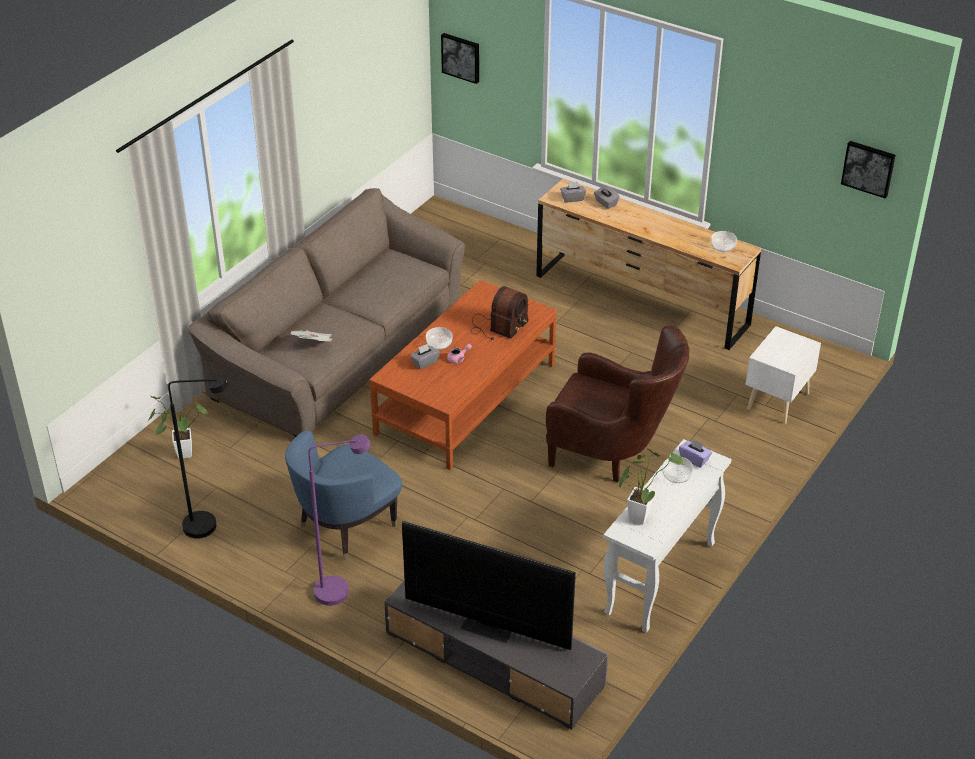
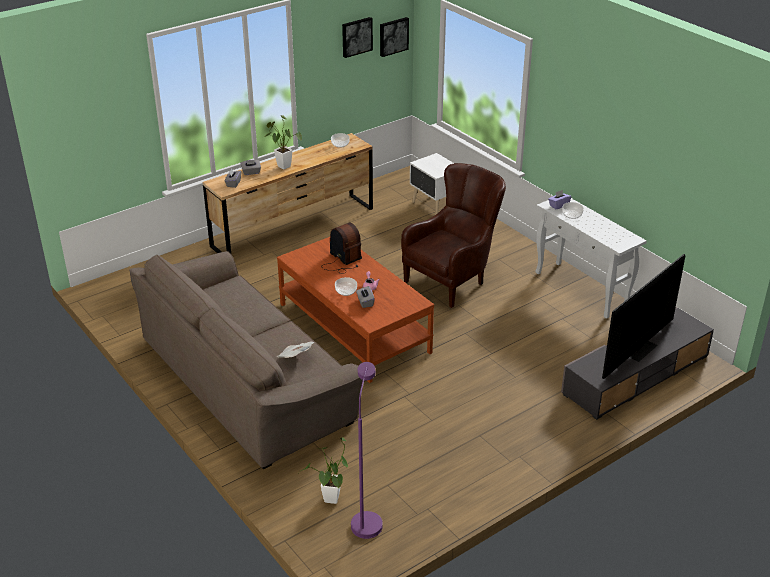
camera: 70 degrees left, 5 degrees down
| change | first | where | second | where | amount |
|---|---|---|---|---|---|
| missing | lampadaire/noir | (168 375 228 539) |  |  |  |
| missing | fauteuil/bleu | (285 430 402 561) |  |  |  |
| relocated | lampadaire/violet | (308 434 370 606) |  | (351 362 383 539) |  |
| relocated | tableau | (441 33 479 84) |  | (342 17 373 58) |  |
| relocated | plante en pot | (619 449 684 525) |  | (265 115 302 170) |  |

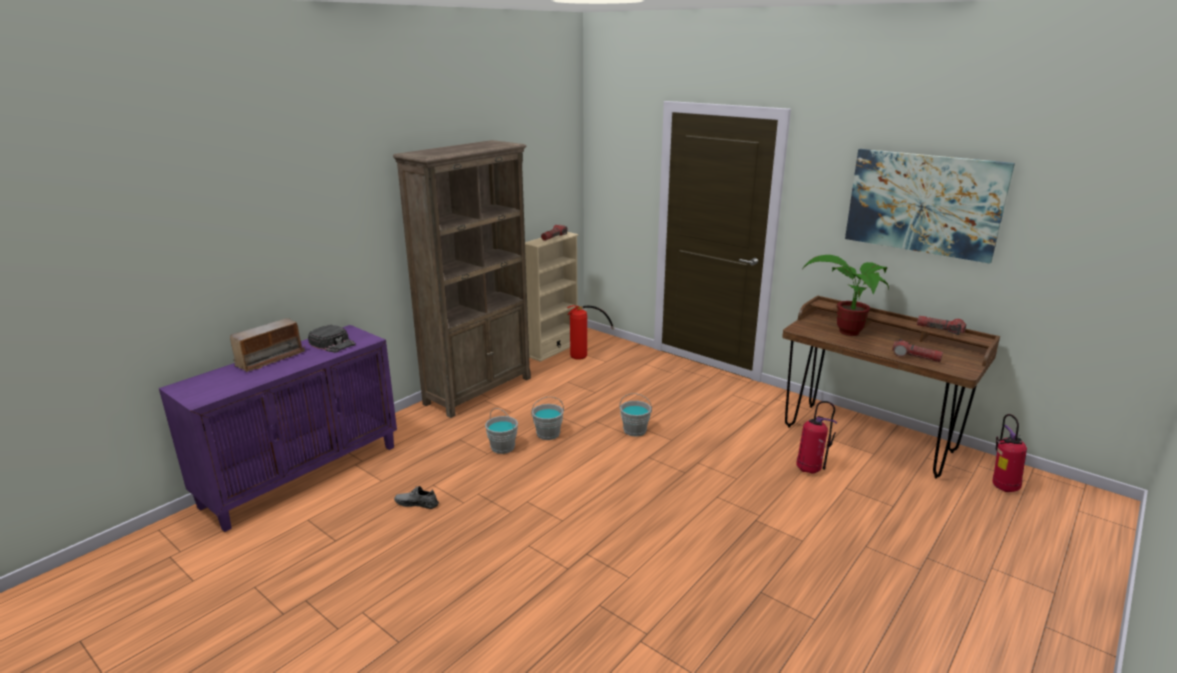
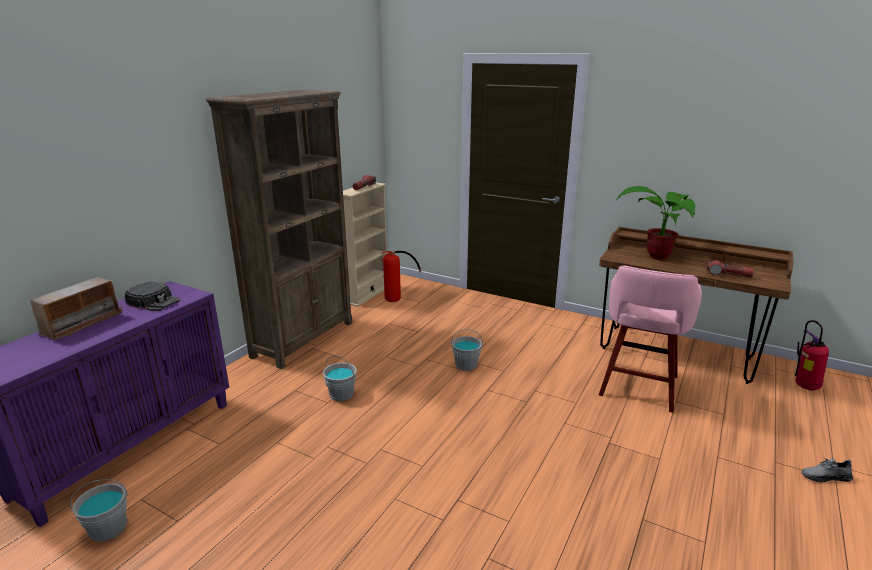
camera: 10 degrees left, 0 degrees up
| change | first | where | second | where | amount |
|---|---|---|---|---|---|
| relocated | chaussure/gris | (394 486 439 509) |  | (801 458 853 482) |  |
| relocated | seau/gris | (531 397 564 440) |  | (70 479 128 542) |  |
| exchanged | extincteur | (796 401 837 474) | tabouret/rose | (599 265 702 413) |  |
| missing | tableau | (845 149 1015 264) |  |  |  |
| missing | lampe de poche | (917 316 966 335) |  |  |  |

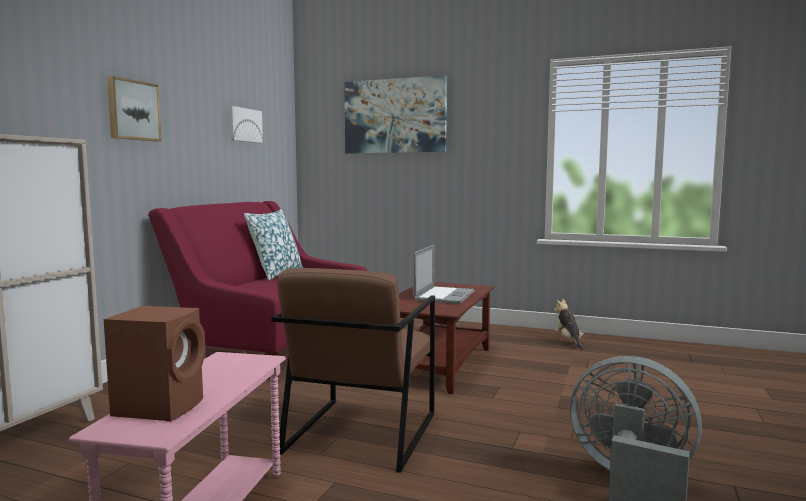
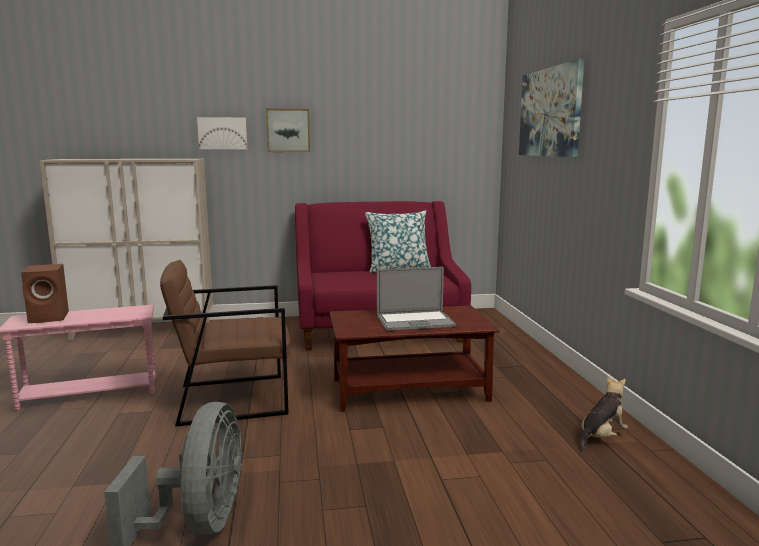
camera: 60 degrees right, 5 degrees up
| change | first | where | second | where | amount |
|---|---|---|---|---|---|
| relocated | tableau | (228 106 263 143) |  | (197 117 247 149) |  |

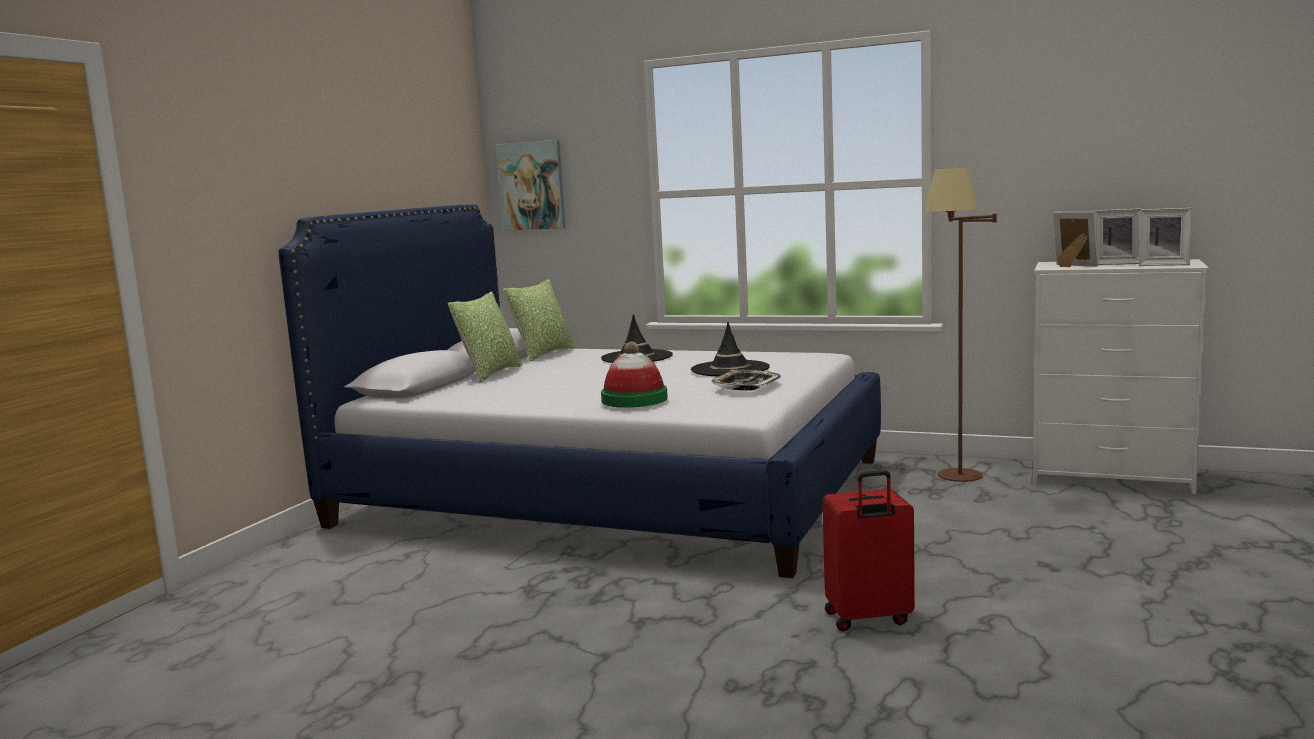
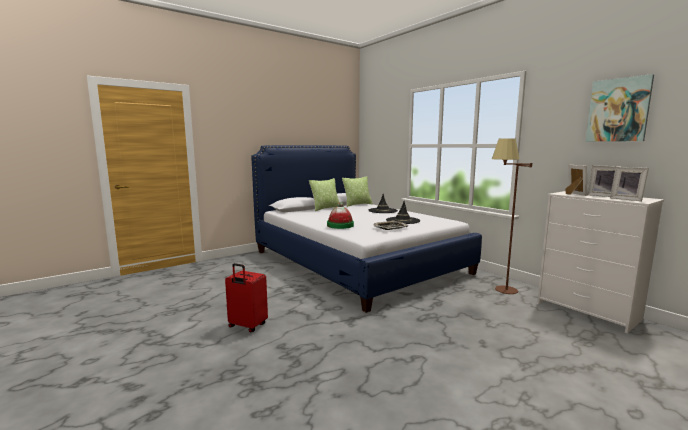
camera: 30 degrees right, 0 degrees up
| change | first | where | second | where | amount |
|---|---|---|---|---|---|
| relocated | tableau | (496 140 565 231) |  | (586 74 654 142) |  |
| relocated | valise/rouge | (822 470 915 631) |  | (225 263 268 333) |  |

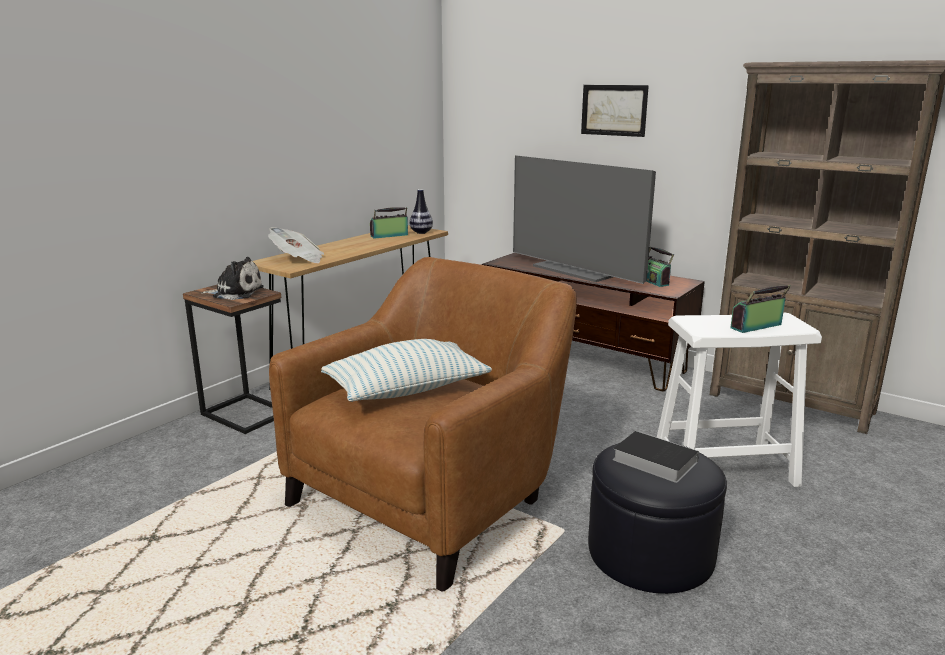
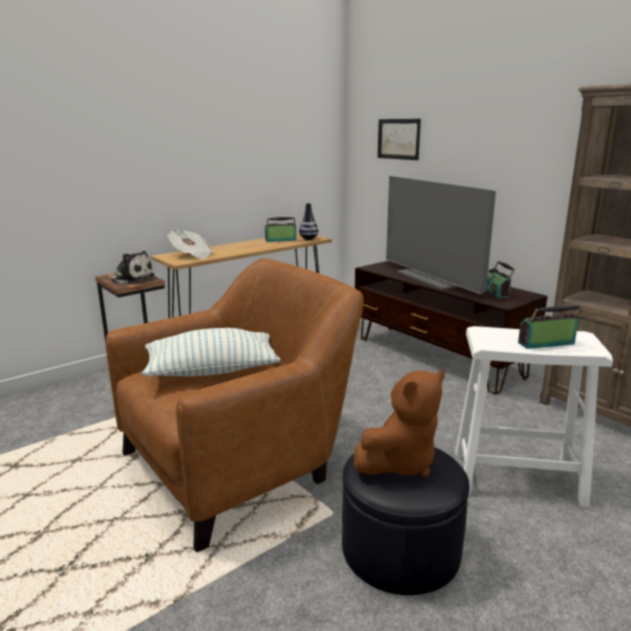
camera: 15 degrees right, 0 degrees up
| change | first | where | second | where | amount |
|---|---|---|---|---|---|
| relocated | tableau | (581 85 649 137) |  | (378 119 421 160) |  |
| exchanged | livre | (613 431 699 483) | peluche/marron | (354 370 445 477) |  |

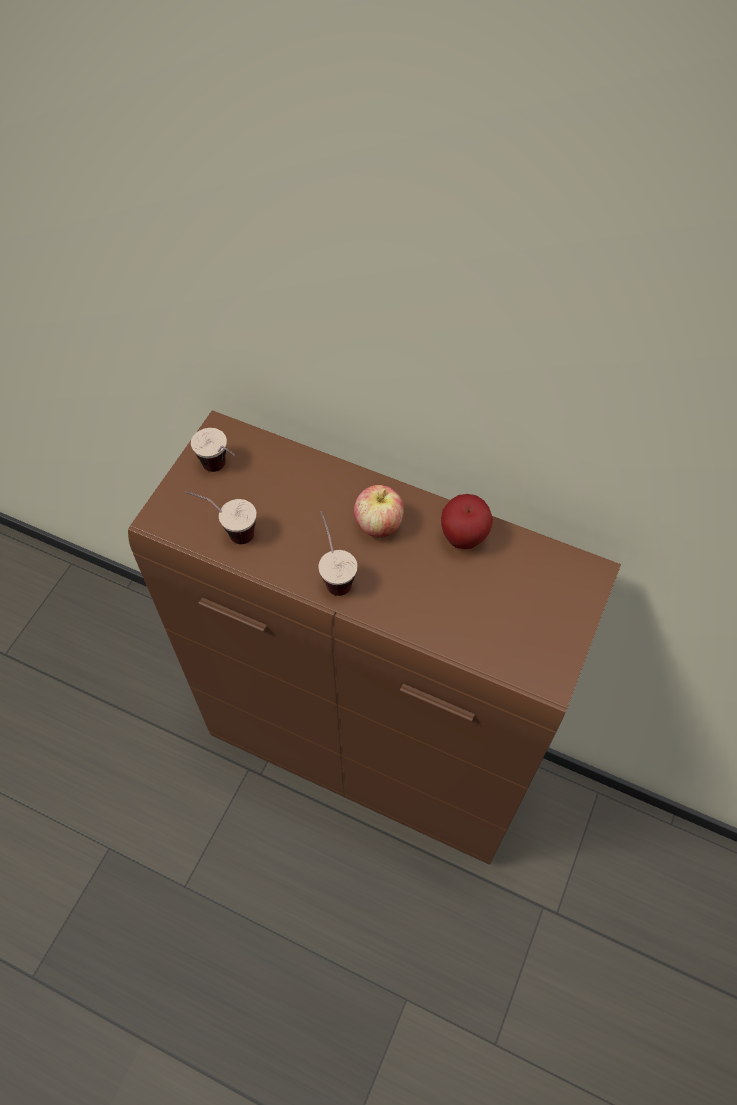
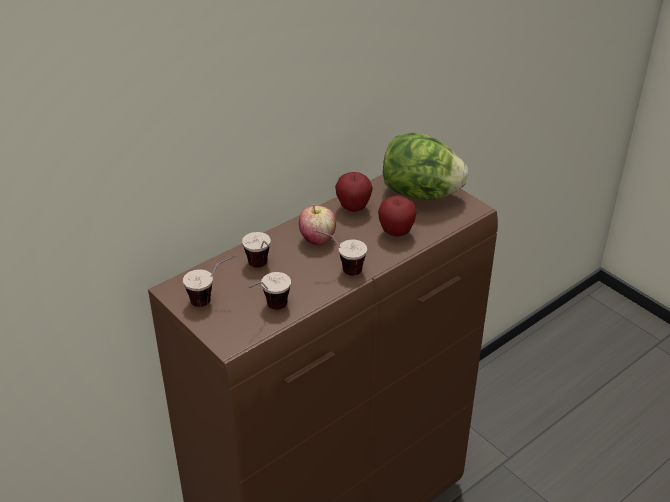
camera: 65 degrees left, 20 degrees down
| change | first | where | second | where | amount |
|---|---|---|---|---|---|
| appeared |  |  | tasse | (242 232 271 268) |  |
| appeared |  |  | pomme | (378 195 417 237) |  |
| appeared |  |  | laitue | (383 133 468 200) |  |

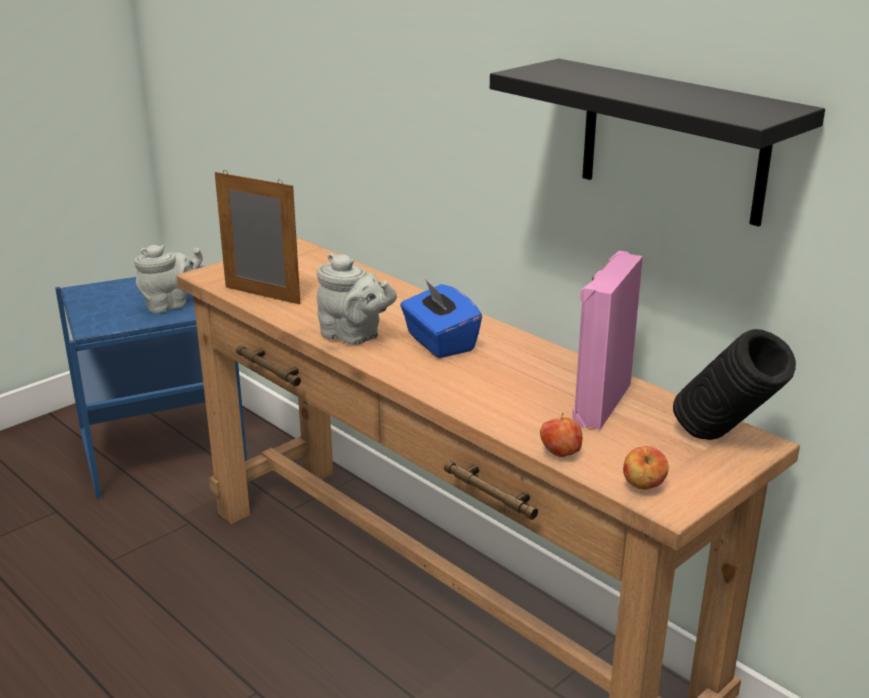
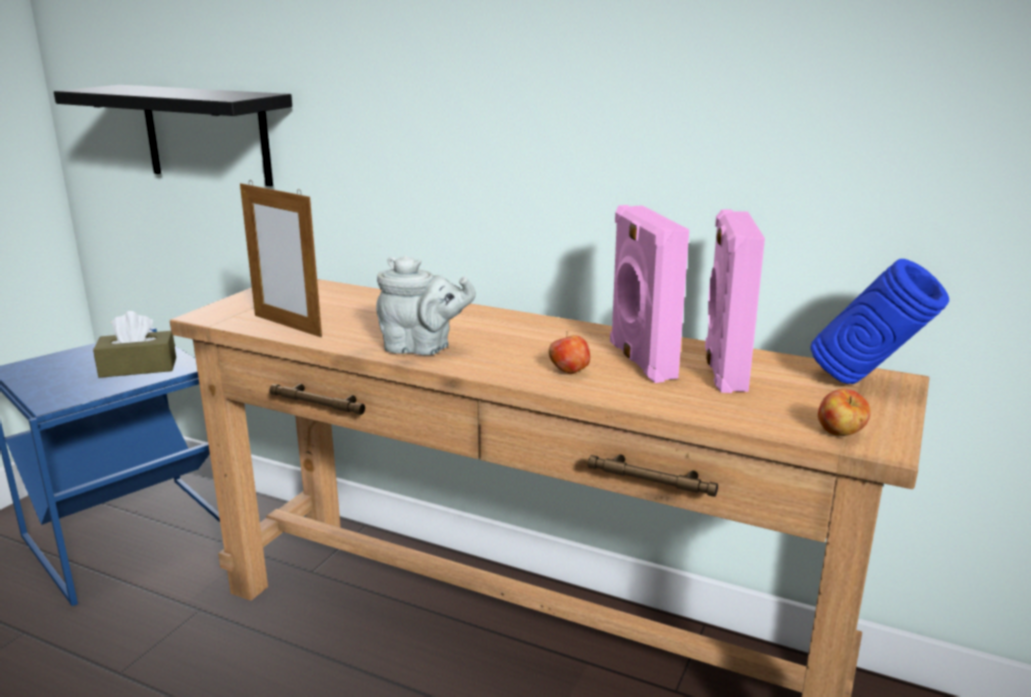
camera: 20 degrees left, 5 degrees down
| change | first | where | second | where | amount |
|---|---|---|---|---|---|
| exchanged | théière/gris | (134 245 203 313) | boîte à mouchoirs/marron | (93 311 176 378) |  |
| spun | cadre photo | (215 170 300 304) |  | (240 180 322 337) | 150 degrees counterclockwise |
| missing | boîte à mouchoirs/bleu | (400 279 482 358) |  |  |  |
| relocated | étagère/noir | (490 58 825 227) |  | (54 85 292 186) |  |
| relocated | pomme | (540 413 582 457) |  | (549 331 590 374) |  |
| colour | vase/noir | (673 329 796 440) | vase/bleu | (811 259 949 384) |  |
| appeared |  |  | enceinte/rose | (610 205 689 383) |  |

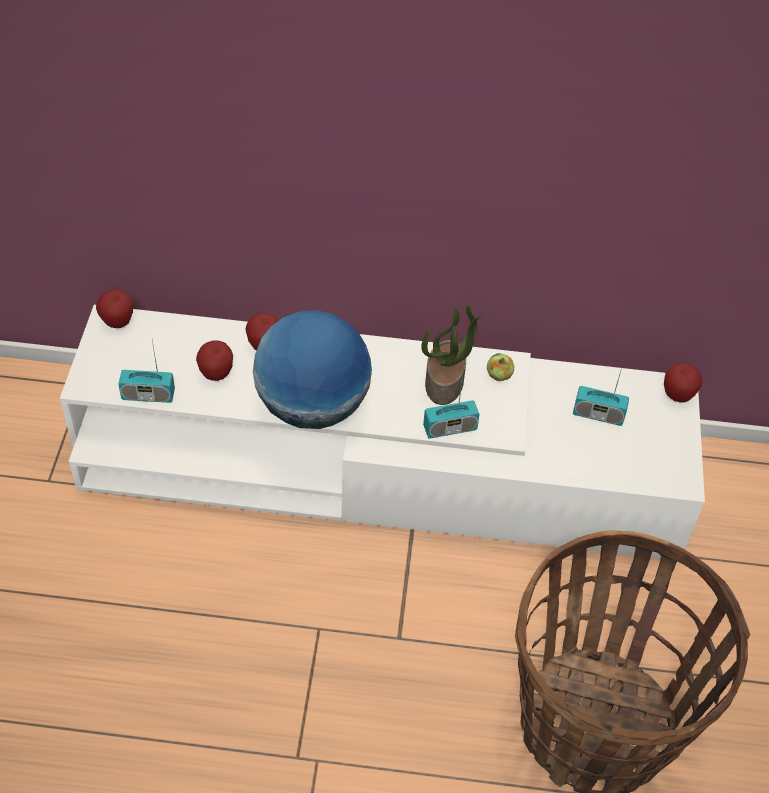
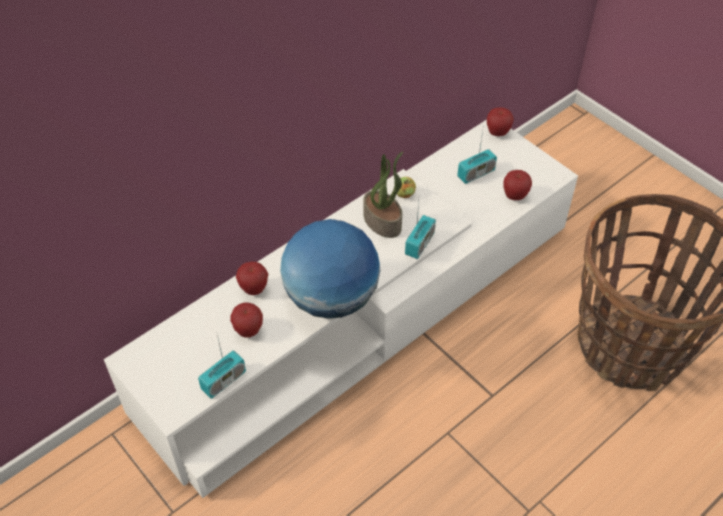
camera: 45 degrees left, 0 degrees up
| change | first | where | second | where | amount |
|---|---|---|---|---|---|
| relocated | pomme | (96 289 133 328) |  | (503 170 532 200) |  |

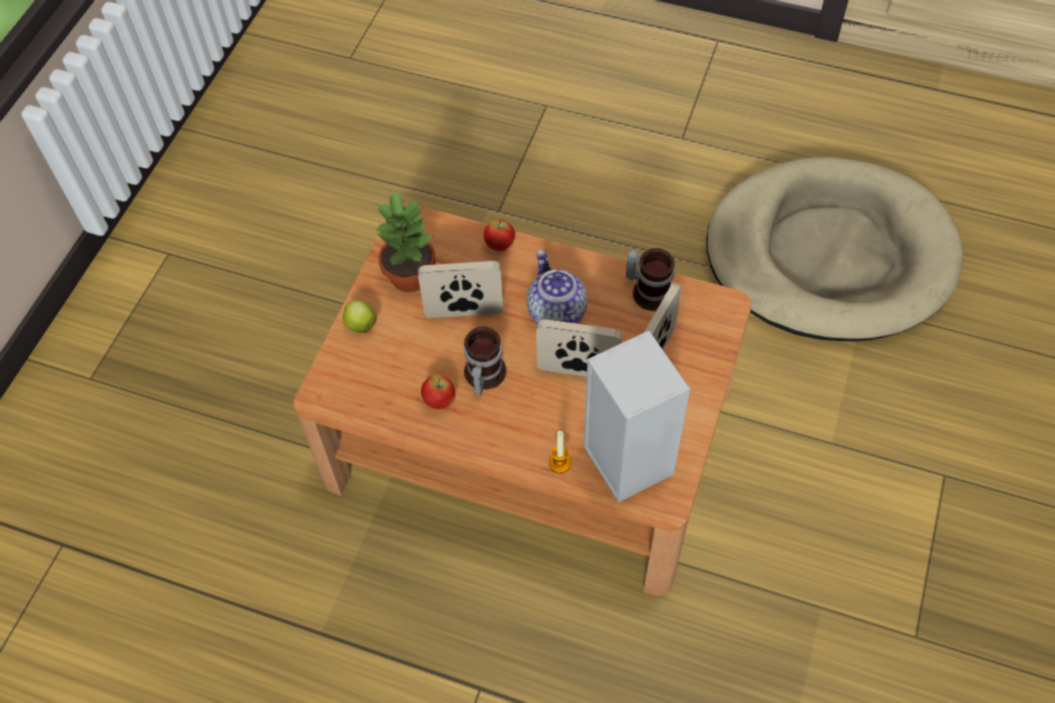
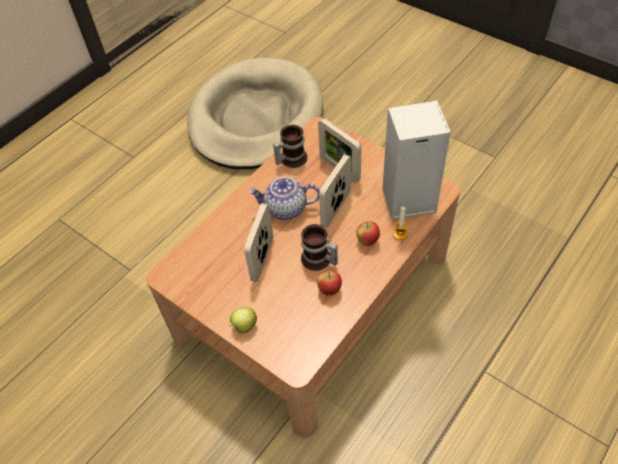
camera: 70 degrees left, 5 degrees down
| change | first | where | second | where | amount |
|---|---|---|---|---|---|
| missing | plante en pot | (375 190 436 292) |  |  |  |
| relocated | pomme | (484 219 515 252) |  | (356 221 380 246) |  |

